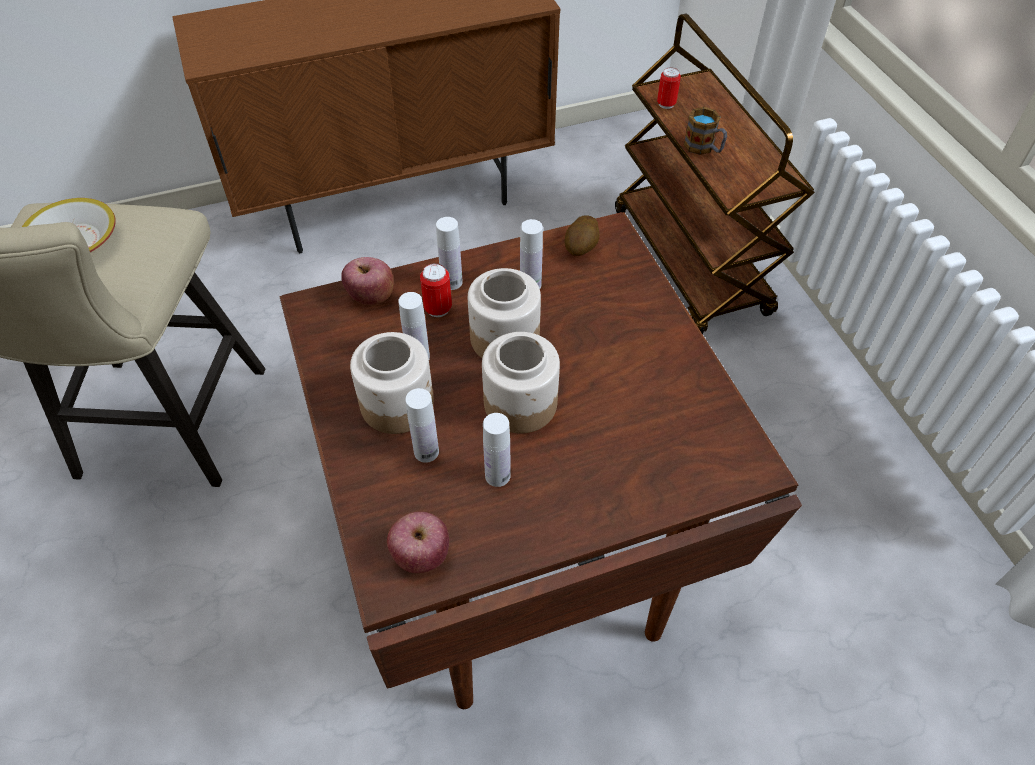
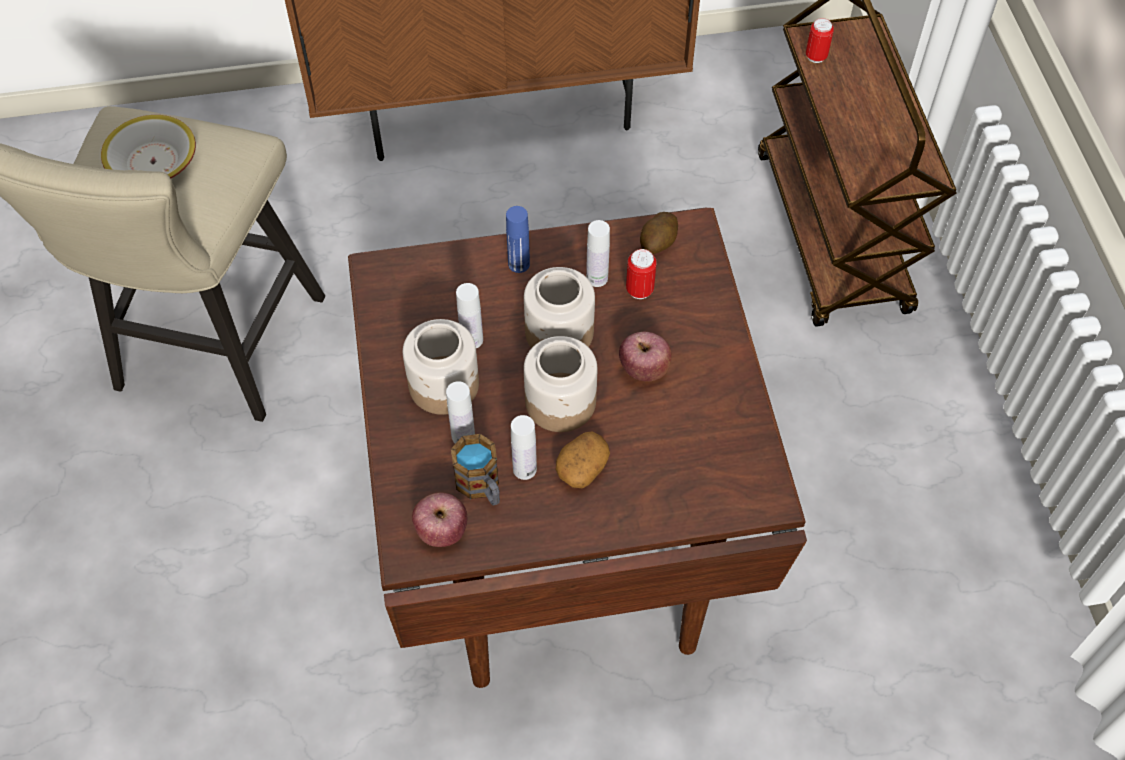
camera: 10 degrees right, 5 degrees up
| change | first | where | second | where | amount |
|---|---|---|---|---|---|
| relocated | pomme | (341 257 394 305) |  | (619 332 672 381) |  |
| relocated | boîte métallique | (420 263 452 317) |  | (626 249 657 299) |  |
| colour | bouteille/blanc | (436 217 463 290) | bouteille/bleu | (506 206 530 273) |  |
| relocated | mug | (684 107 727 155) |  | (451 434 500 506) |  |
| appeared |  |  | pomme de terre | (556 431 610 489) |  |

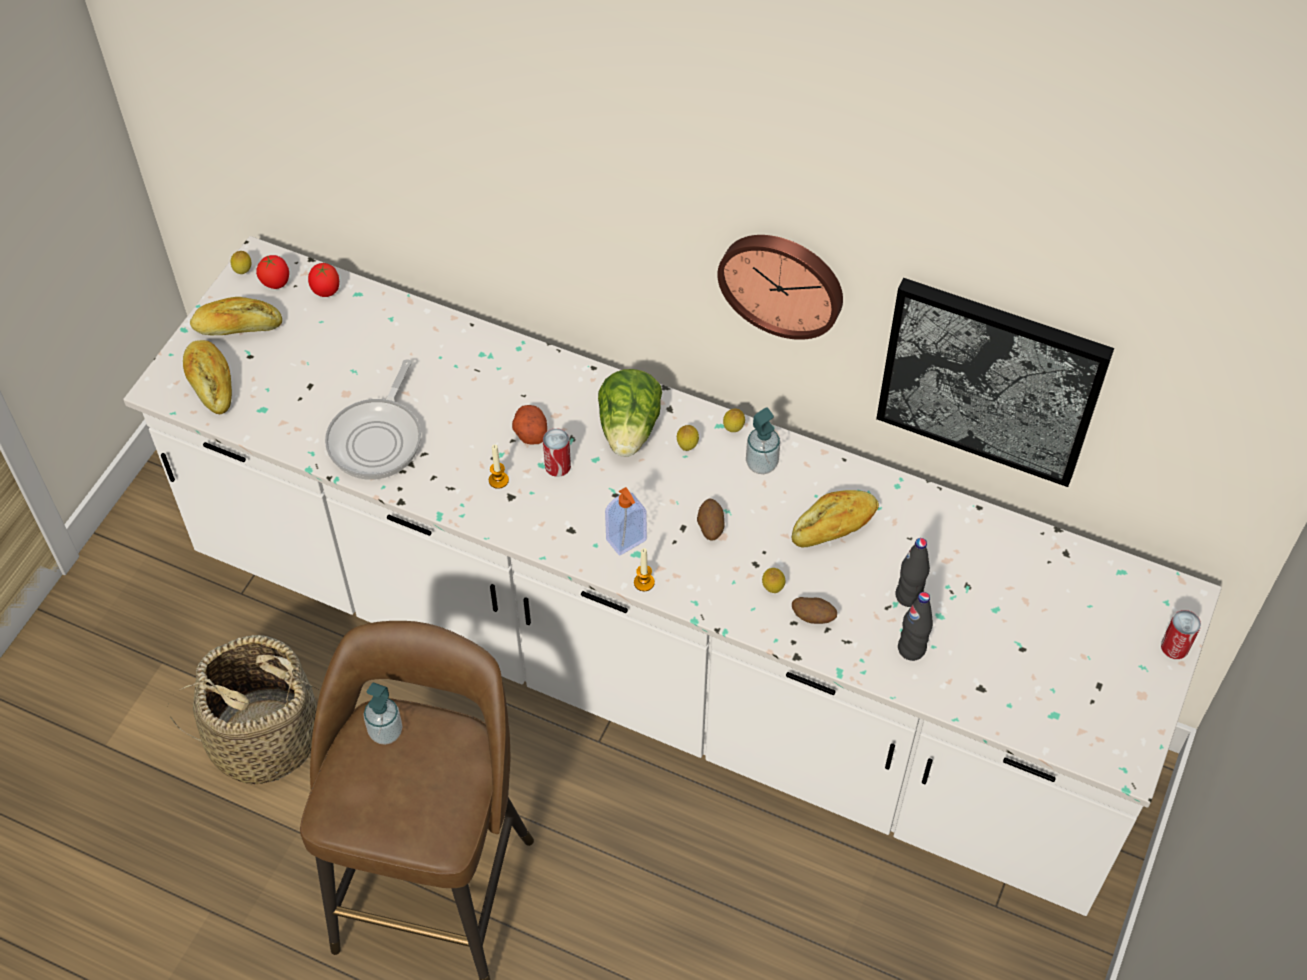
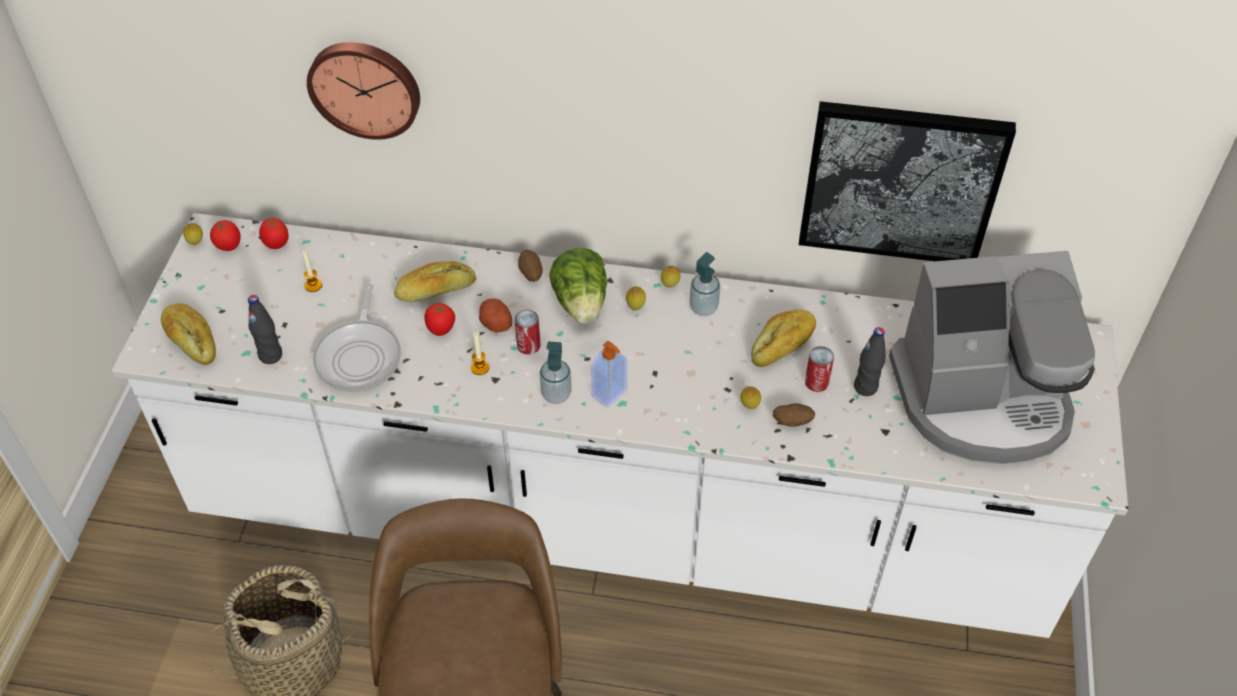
camera: 15 degrees left, 5 degrees down
| change | first | where | second | where | amount |
|---|---|---|---|---|---|
| relocated | pain | (190 297 282 336) |  | (394 261 476 302) |  |
| relocated | distributeur de savon | (363 682 403 745) |  | (539 341 572 404) |  |
| relocated | bougie | (634 548 655 591) |  | (302 250 322 292) |  |
| relocated | pomme de terre | (697 498 725 540) |  | (518 250 543 282) |  |
| relocated | horloge murale | (717 235 843 340) |  | (307 42 420 140) |  |
| relocated | bouteille/noir | (898 592 933 661) |  | (248 295 282 364) |  |
| relocated | boîte métallique | (1161 610 1201 659) |  | (805 346 834 392) |  |
| appeared |  |  | tomate | (424 303 455 336) |  |
| appeared |  |  | machine à café | (889 251 1095 464) |  |

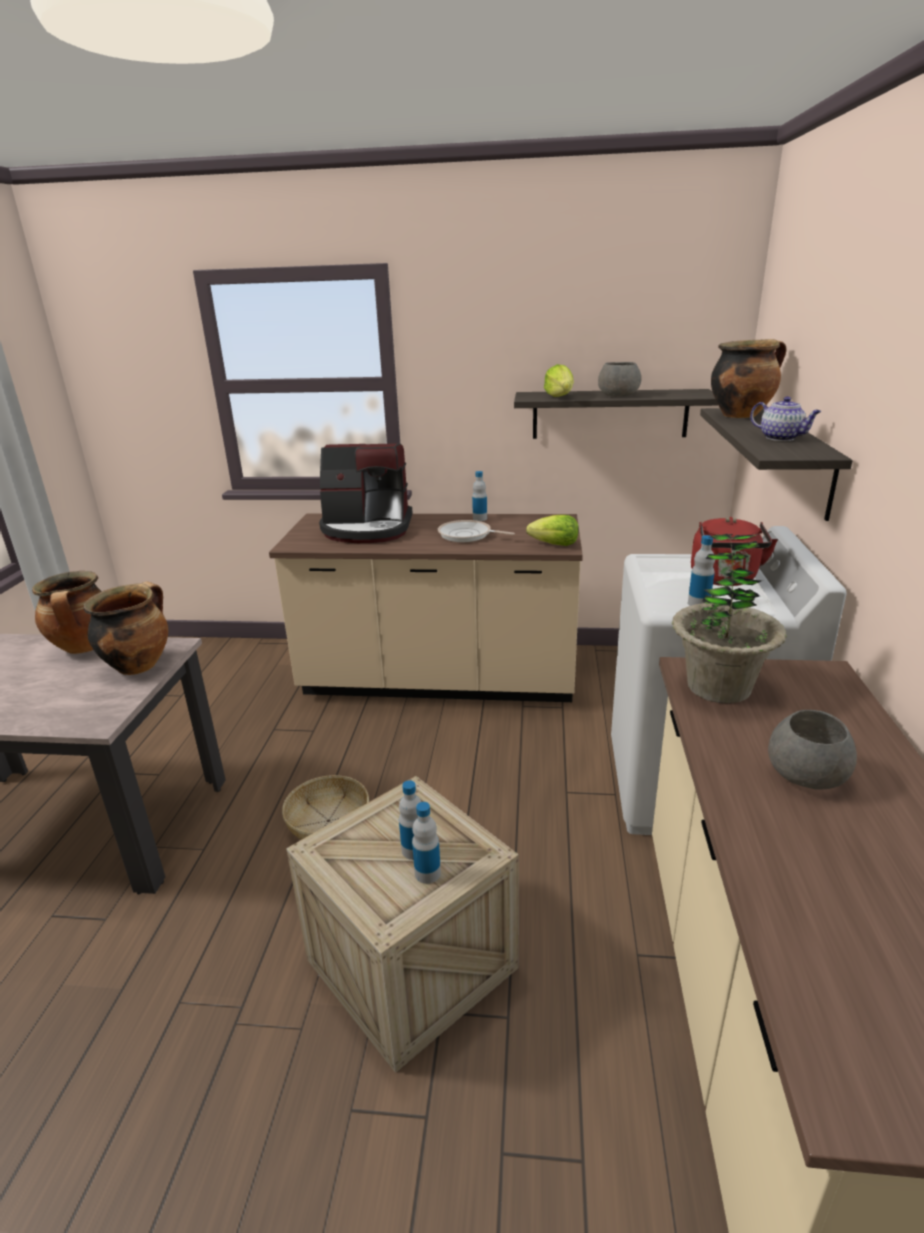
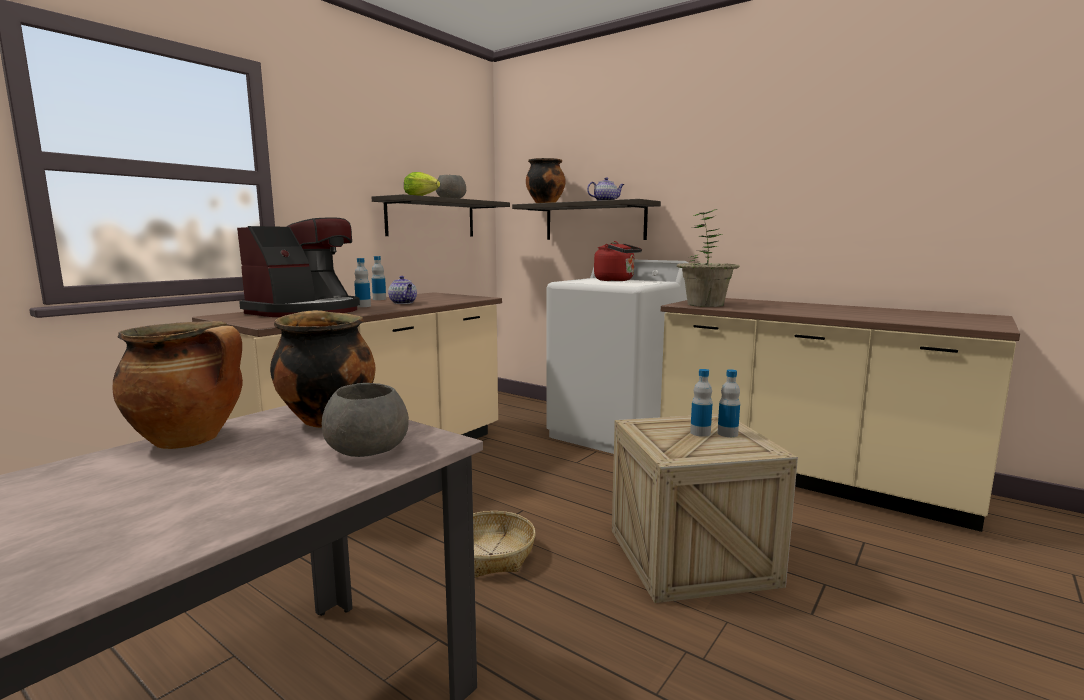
camera: 60 degrees left, 15 degrees down
| change | first | where | second | where | amount |
|---|---|---|---|---|---|
| exchanged | poêle | (438 520 515 542) | théière | (388 276 417 304) |  |
| missing | laitue | (526 515 579 546) |  |  |  |
| relocated | bouteille | (688 535 715 606) |  | (354 258 371 307) |  |
| relocated | bol/gris | (768 710 857 790) |  | (322 383 409 457) |  |

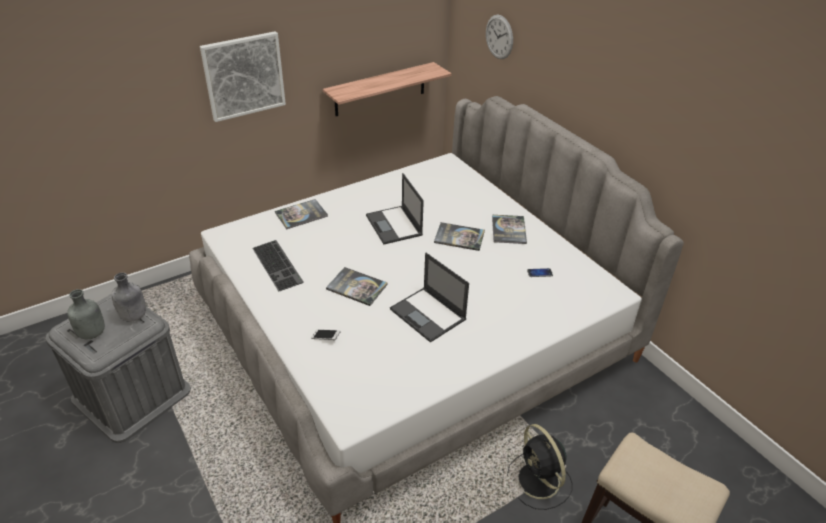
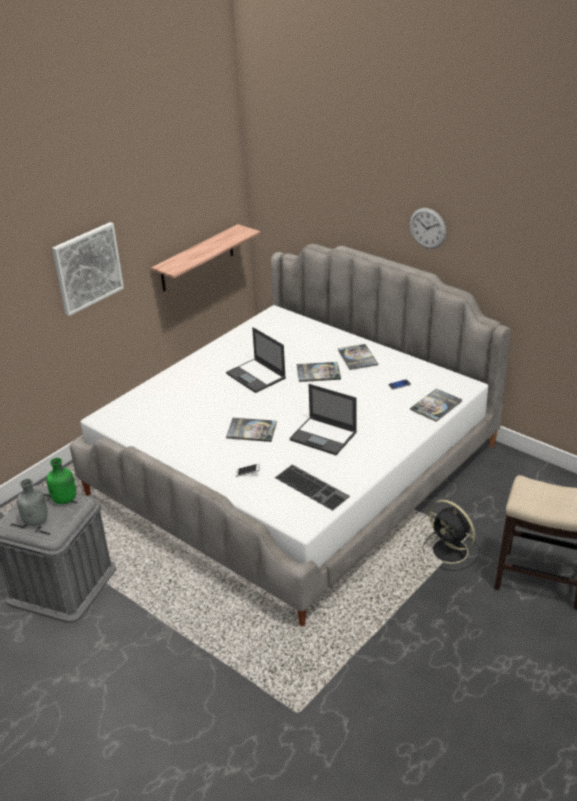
camera: 15 degrees left, 5 degrees down
| change | first | where | second | where | amount |
|---|---|---|---|---|---|
| colour | bouteille/gris | (111 272 146 322) | bouteille/vert | (47 458 76 504) |  |
| relocated | clavier | (252 240 304 291) |  | (275 465 350 511) |  |
| relocated | livre | (275 199 328 229) |  | (410 389 462 422) |  |
| relocated | horloge murale | (486 15 513 59) |  | (410 208 446 249) |  |

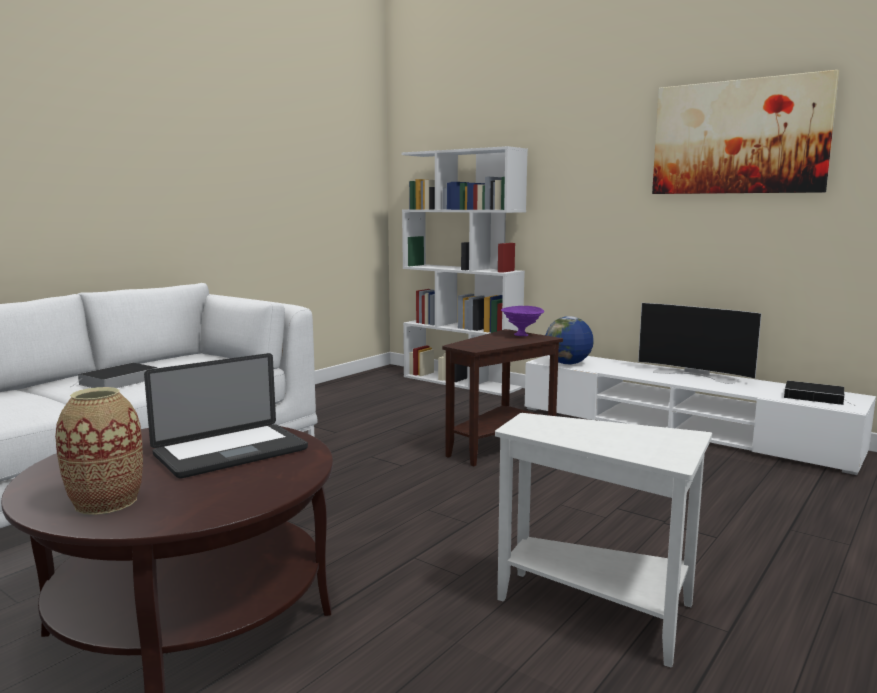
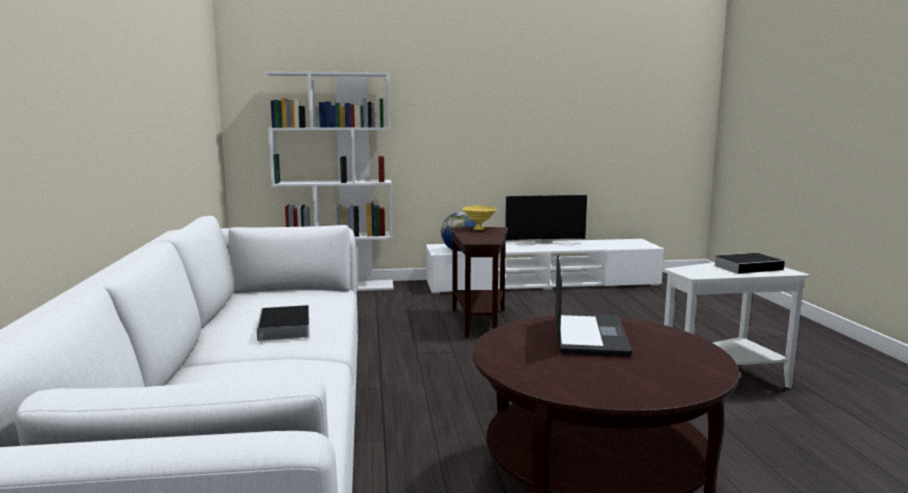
camera: 45 degrees left, 0 degrees up
| change | first | where | second | where | amount |
|---|---|---|---|---|---|
| missing | vase | (55 387 143 515) |  |  |  |
| colour | bol/violet | (501 306 544 336) | bol/jaune | (463 205 497 230) |  |
| missing | tableau | (652 70 839 194) |  |  |  |
| relocated | livre | (784 381 853 405) |  | (714 253 790 274) |  |

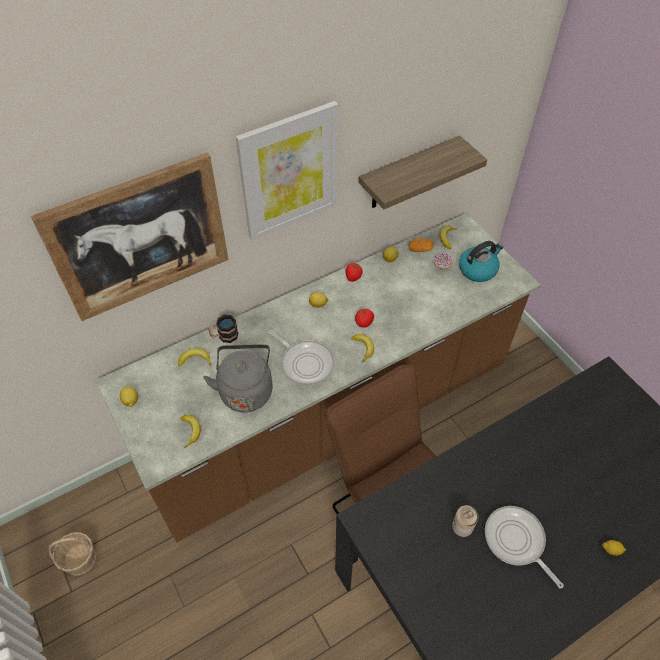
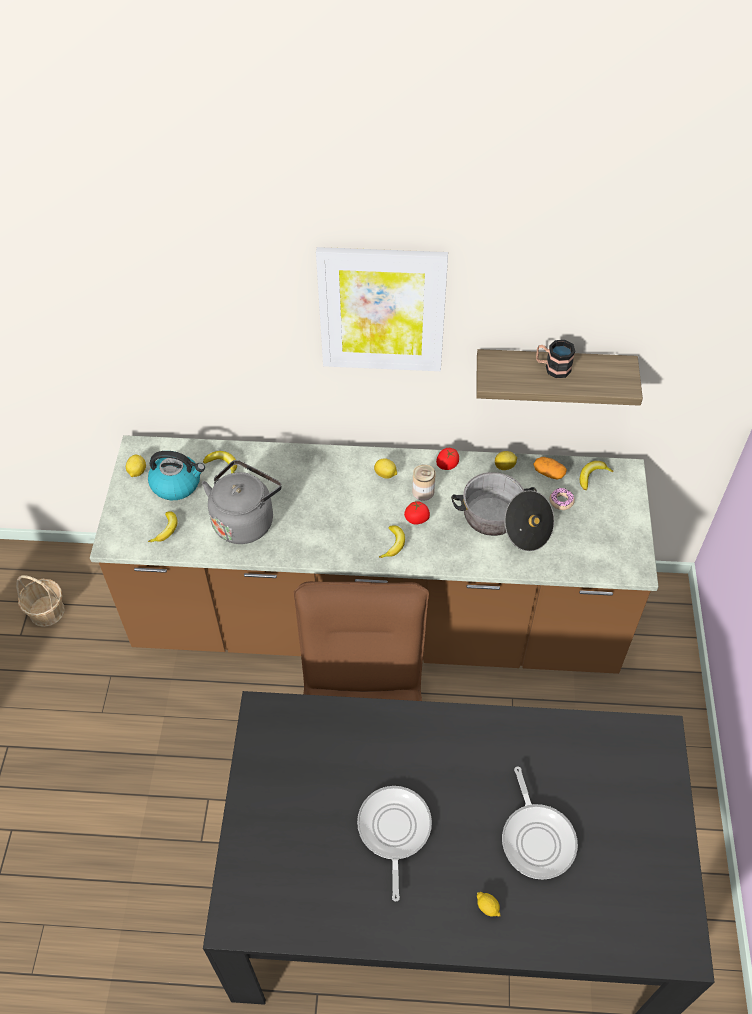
camera: 35 degrees right, 0 degrees up
| change | first | where | second | where | amount |
|---|---|---|---|---|---|
| missing | tableau | (31 152 229 321) |  |  |  |
| relocated | mug | (208 315 238 343) |  | (536 340 575 378) |  |
| relocated | poêle | (268 330 334 386) |  | (502 766 578 880) |  |
| relocated | boîte métallique | (452 505 478 537) |  | (412 465 436 501) |  |
| relocated | bouilloire | (459 241 503 282) |  | (148 451 205 500) |  |
| appeared |  |  | marmite | (451 472 554 551) |  |

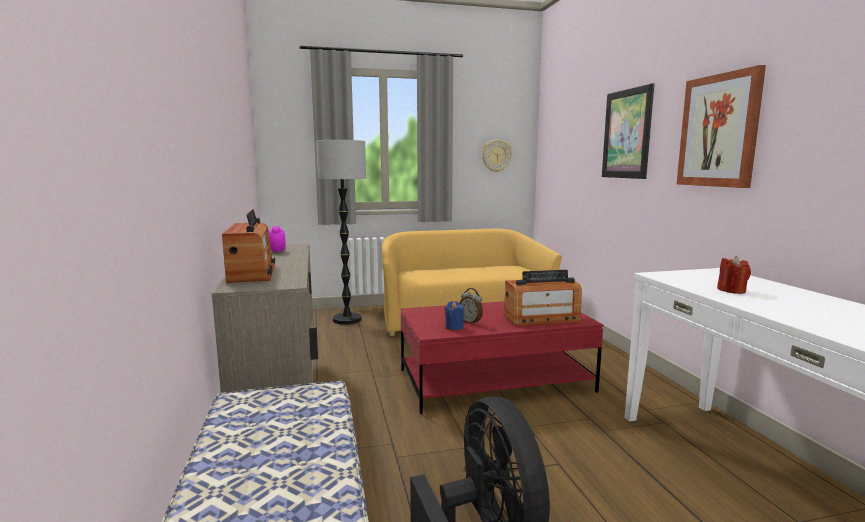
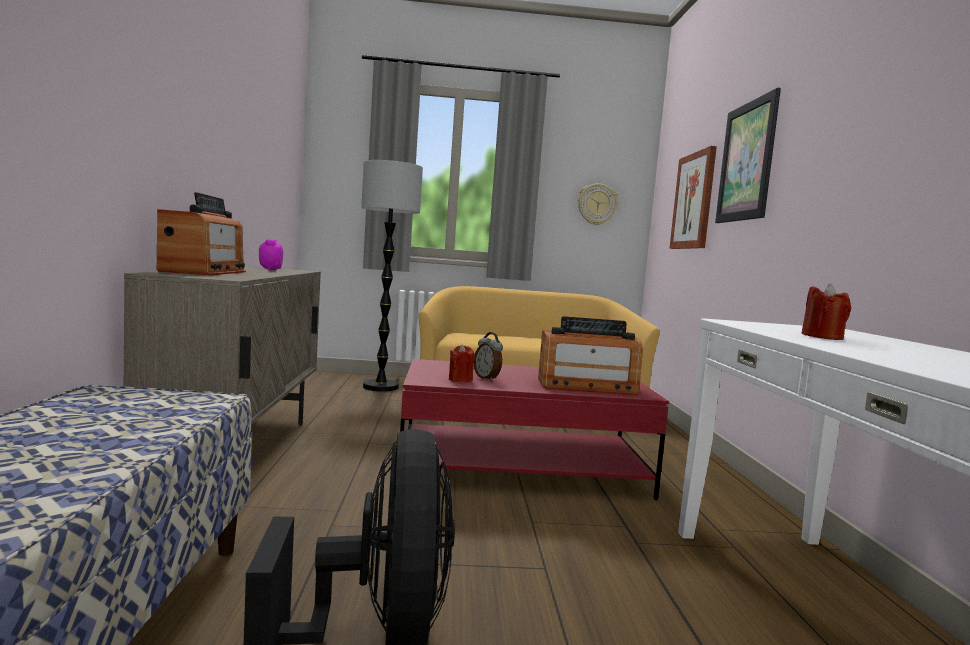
camera: 10 degrees right, 5 degrees down
| change | first | where | second | where | amount |
|---|---|---|---|---|---|
| colour | bougie/bleu | (444 301 464 330) | bougie/rouge | (449 344 475 382) |  |
| relocated | tableau | (677 65 766 188) |  | (669 146 717 249) |  |

